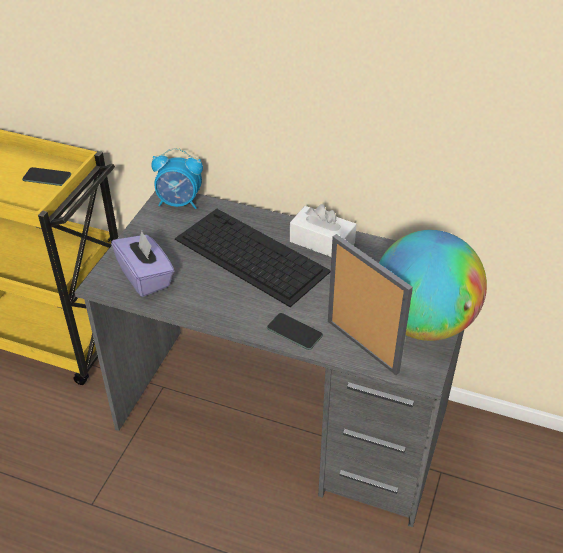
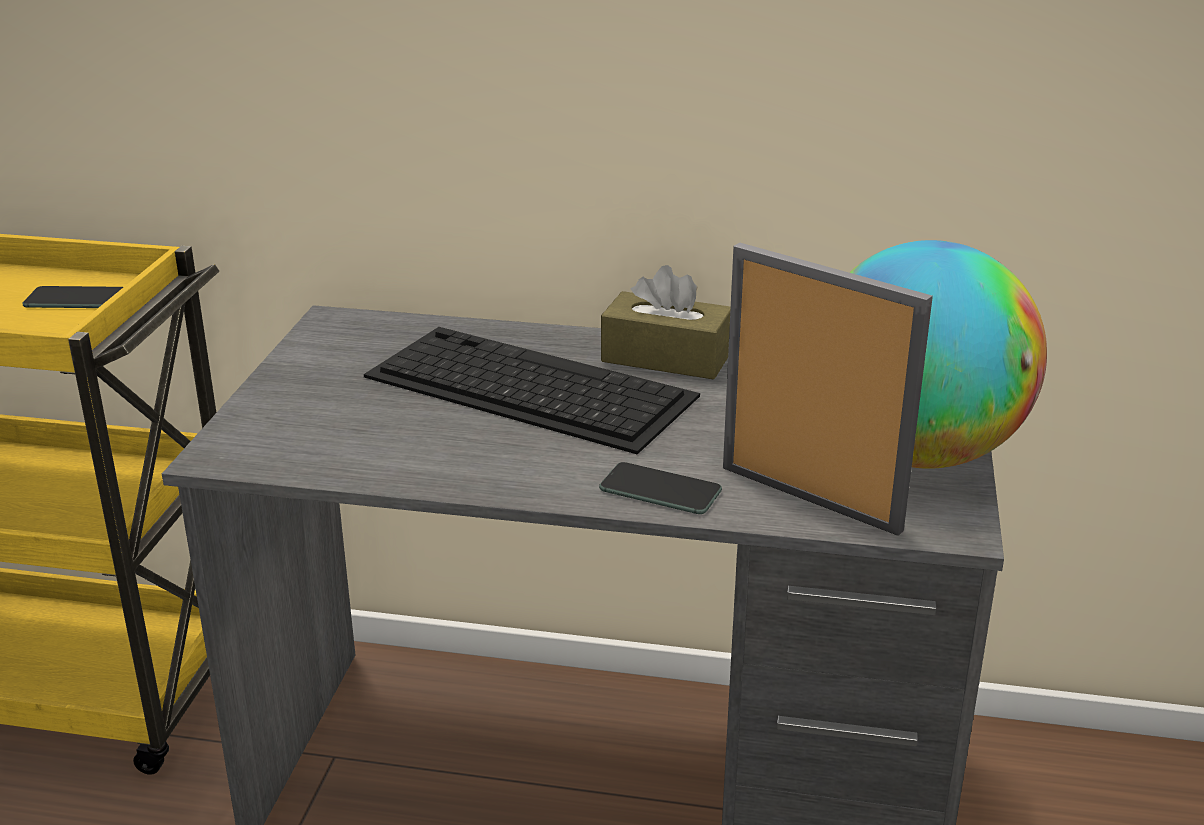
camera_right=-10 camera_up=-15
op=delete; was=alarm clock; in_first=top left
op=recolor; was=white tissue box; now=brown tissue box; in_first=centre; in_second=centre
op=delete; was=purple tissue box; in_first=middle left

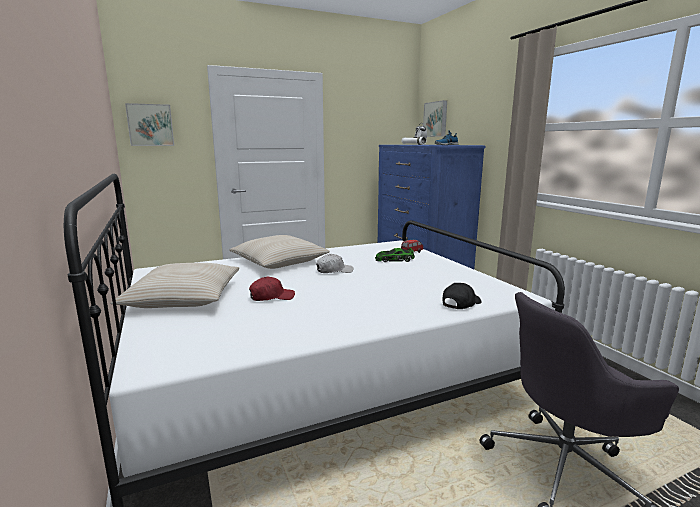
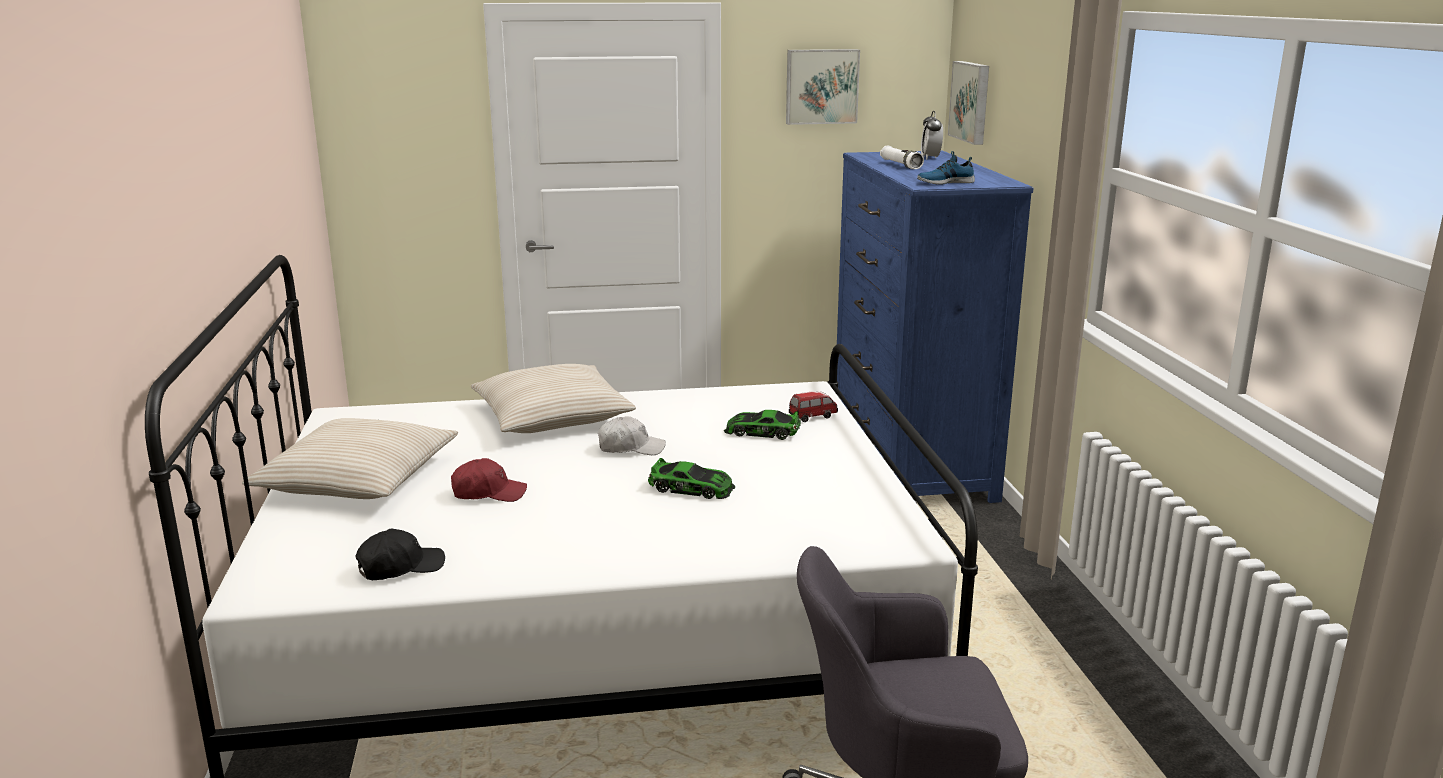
camera_right=15 camera_up=5
op=move; was=picture (1st from left); in_first=top left; in_second=top centre
op=move; was=black cap; in_first=centre; in_second=bottom left
op=insert; now=toy car (1st from left); in_second=centre

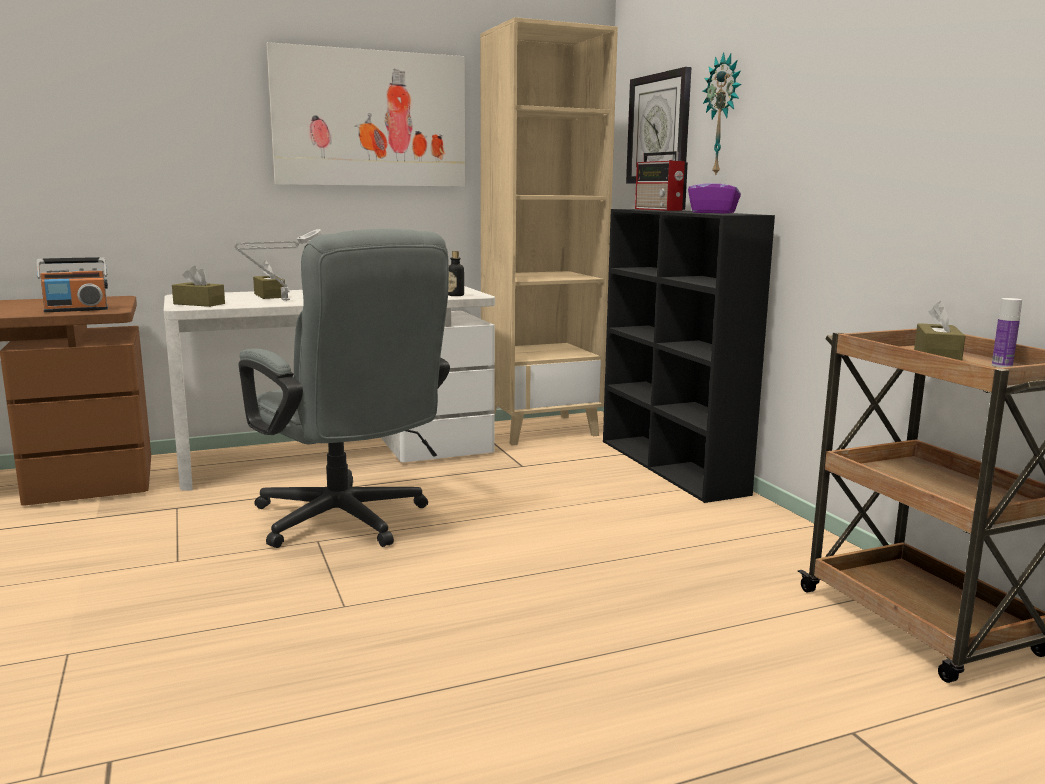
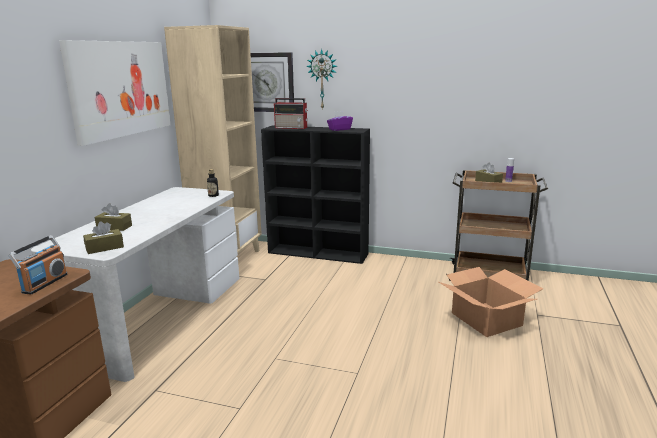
camera_right=-50 camera_up=5
op=delete; was=grey table lamp; in_first=middle left
op=delete; was=grey office chair; in_first=middle left
op=insert; now=cardboard box; in_second=bottom right

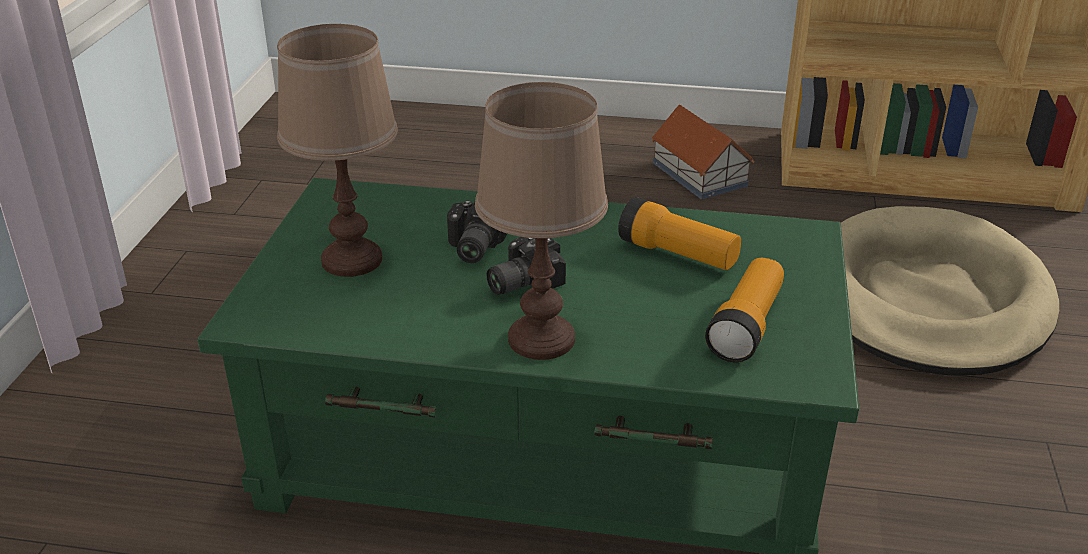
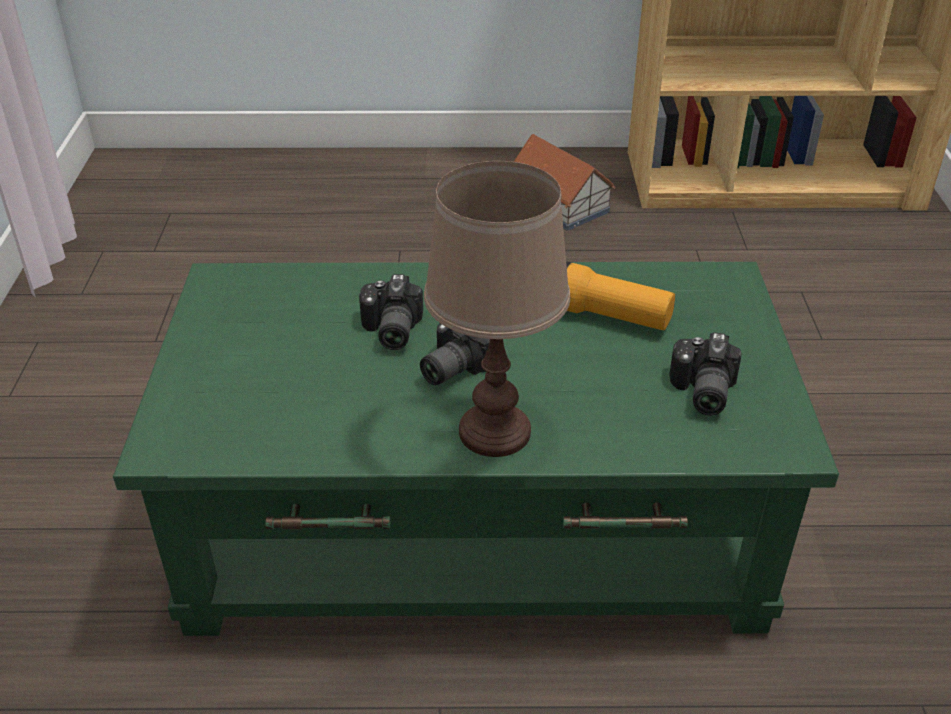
camera_right=-10 camera_up=5
op=delete; was=brown table lamp (1st from left); in_first=top left
op=delete; was=beige dog bed; in_first=middle right
op=replace; was=flashlight (2nd from left); now=photo camera (3rd from left); in_first=middle right; in_second=middle right

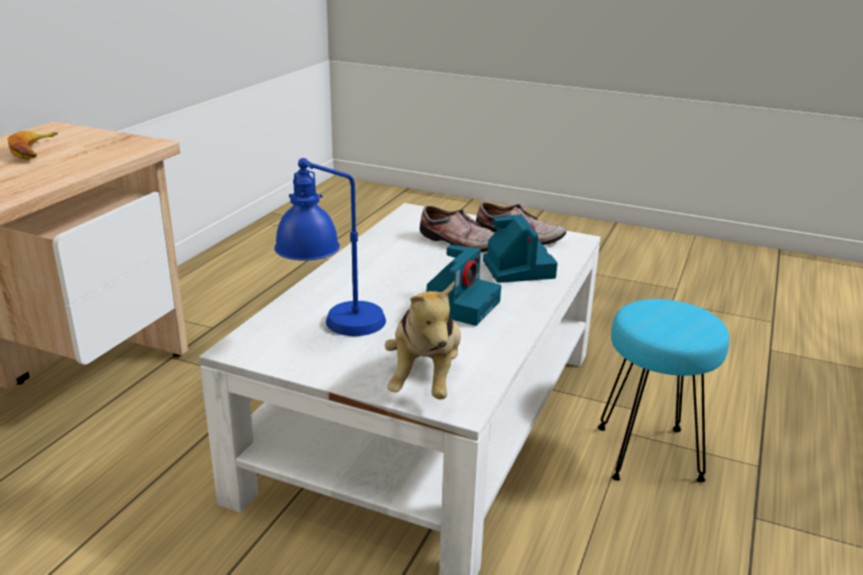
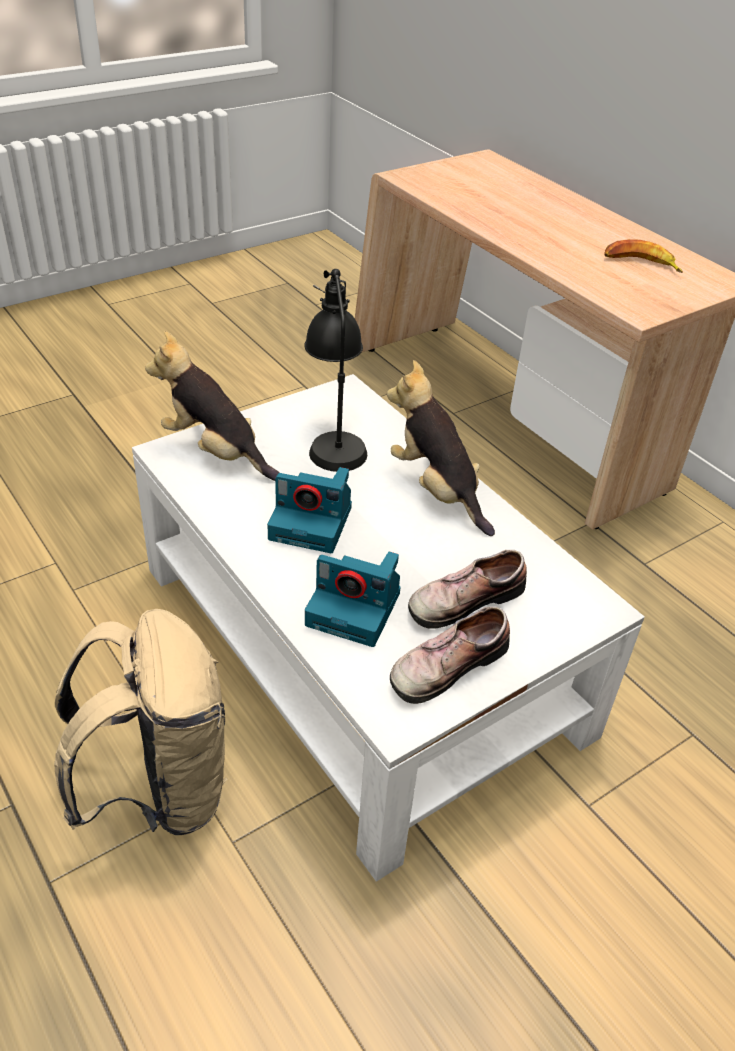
camera_right=120 camera_up=15
op=recolor; was=blue table lamp; now=black table lamp; in_first=centre; in_second=centre
op=rotate; was=photo camera (1st from left); in_first=centre; in_second=centre; clockwise=-45
op=replace; was=turquoise stool; now=beige backpack; in_first=bottom right; in_second=bottom left
op=insert; now=plush toy (2nd from left); in_second=centre

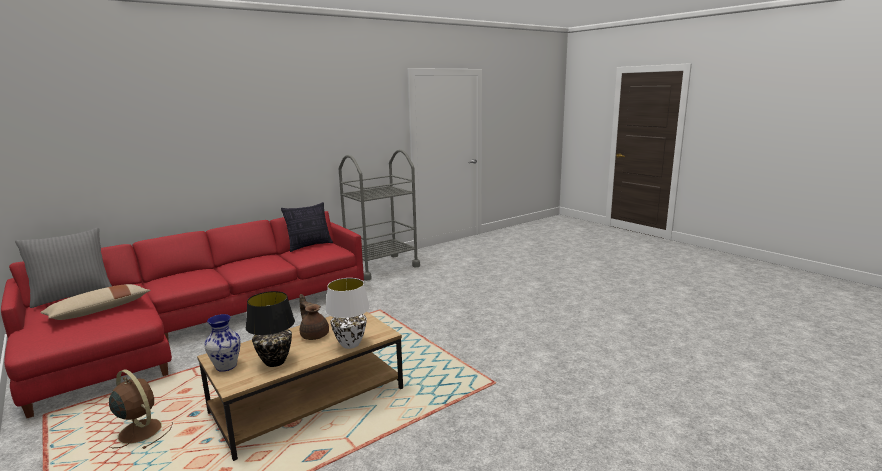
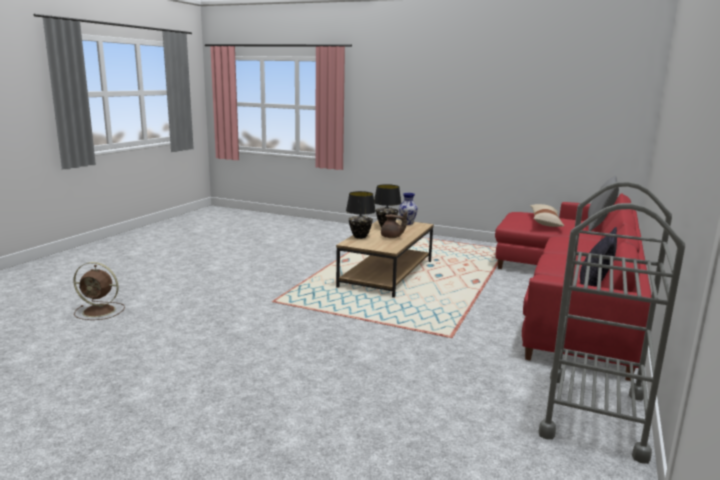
camera_right=150 camera_up=0
op=recolor; was=white table lamp; now=black table lamp (1st from left); in_first=centre; in_second=centre
op=move; was=brown fan; in_first=bottom left; in_second=middle left

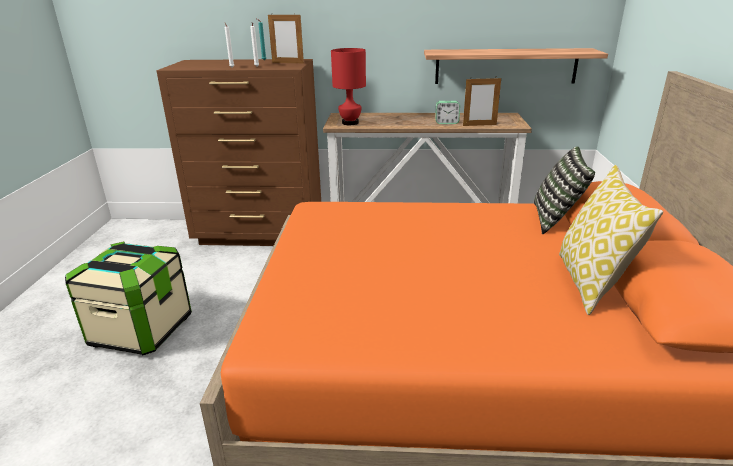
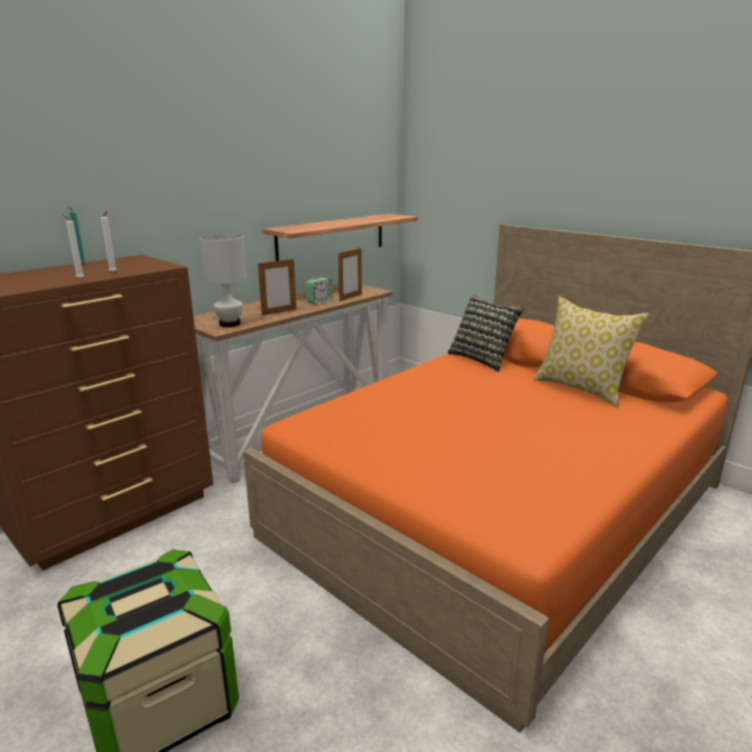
camera_right=-50 camera_up=-5
op=move; was=picture frame (1st from left); in_first=top centre; in_second=centre
op=recolor; was=red table lamp; now=white table lamp; in_first=top centre; in_second=middle left

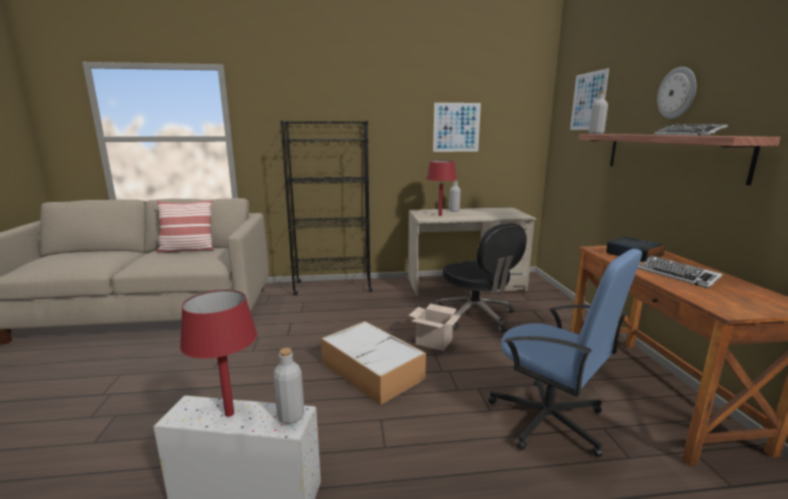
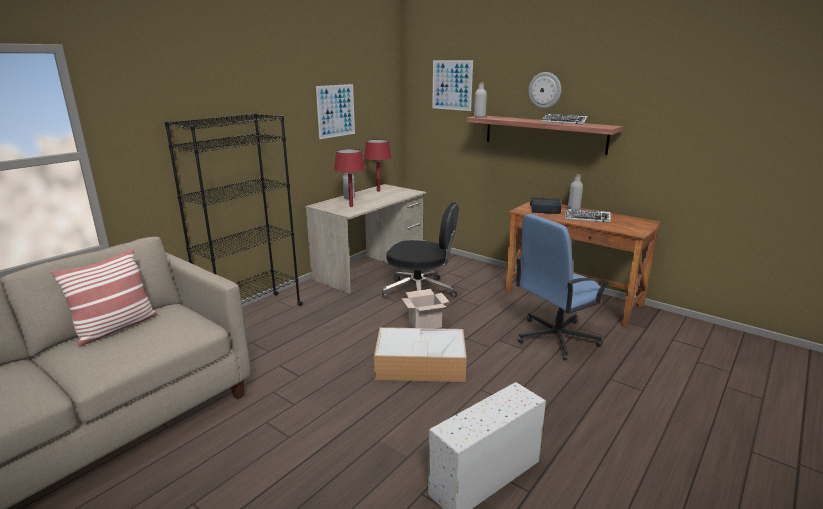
camera_right=-45 camera_up=5
op=rotate; was=blue office chair; in_first=bottom right; in_second=middle right; clockwise=150
op=move; was=red table lamp (1st from left in the first image); now=red table lamp (2nd from left); in_first=bottom left; in_second=top centre
op=move; was=grey bottle (1st from left in the first image); now=grey bottle (3rd from left); in_first=bottom centre; in_second=middle right

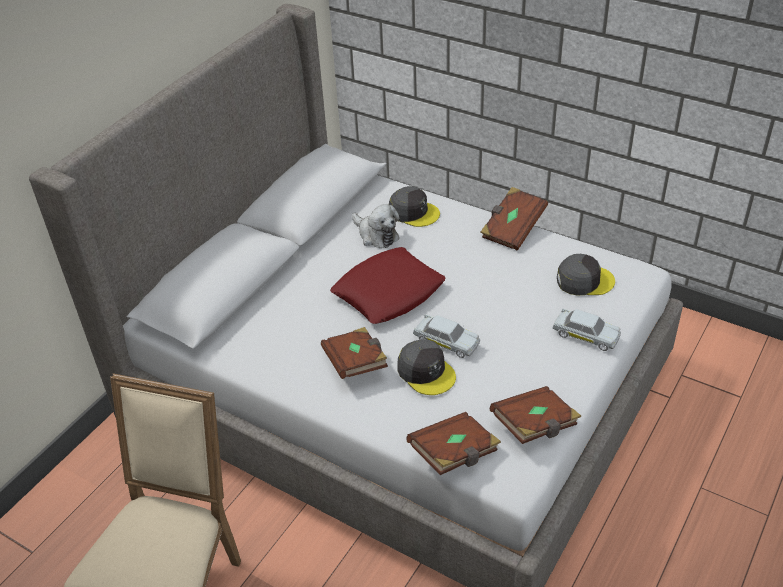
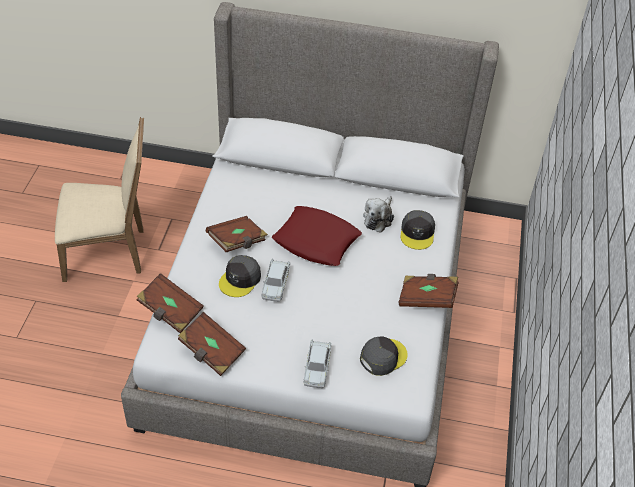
camera_right=65 camera_up=5
op=rotate; was=grey cap (3rd from left in the first image); in_first=middle right; in_second=bottom centre; clockwise=-105

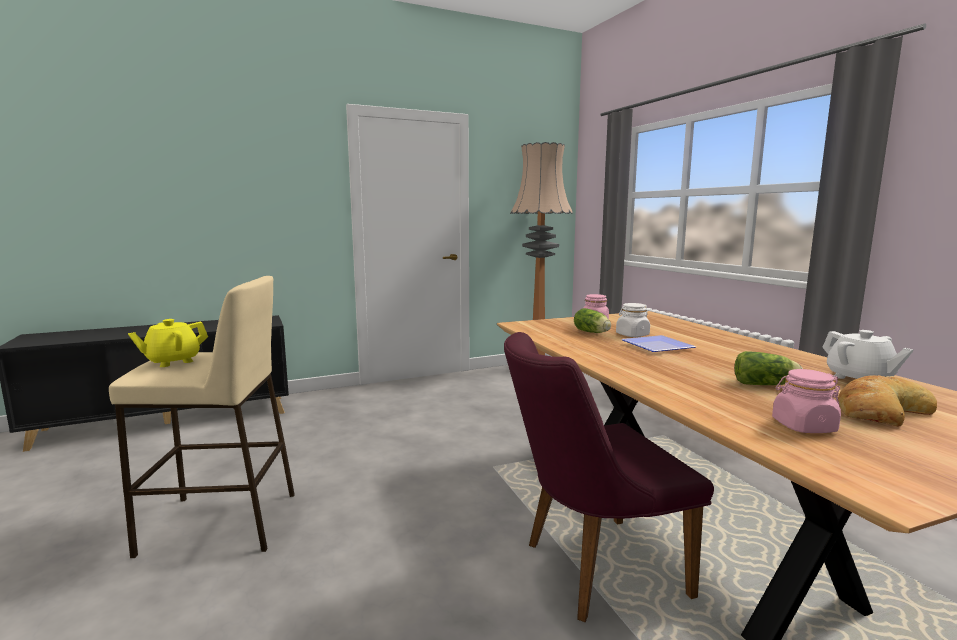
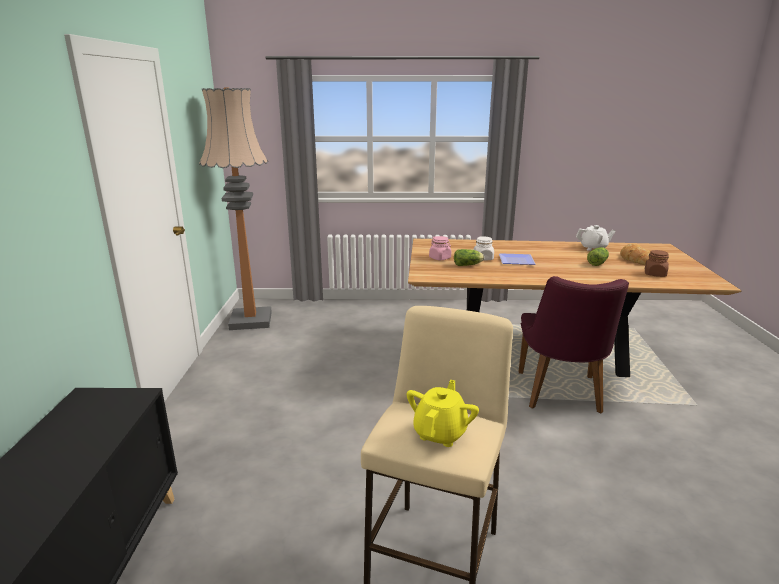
camera_right=-65 camera_up=10
op=rotate; was=yellow teapot; in_first=middle left; in_second=bottom centre; clockwise=-135
op=recolor; was=pink jar (2nd from left); now=brown jar; in_first=middle right; in_second=middle right

